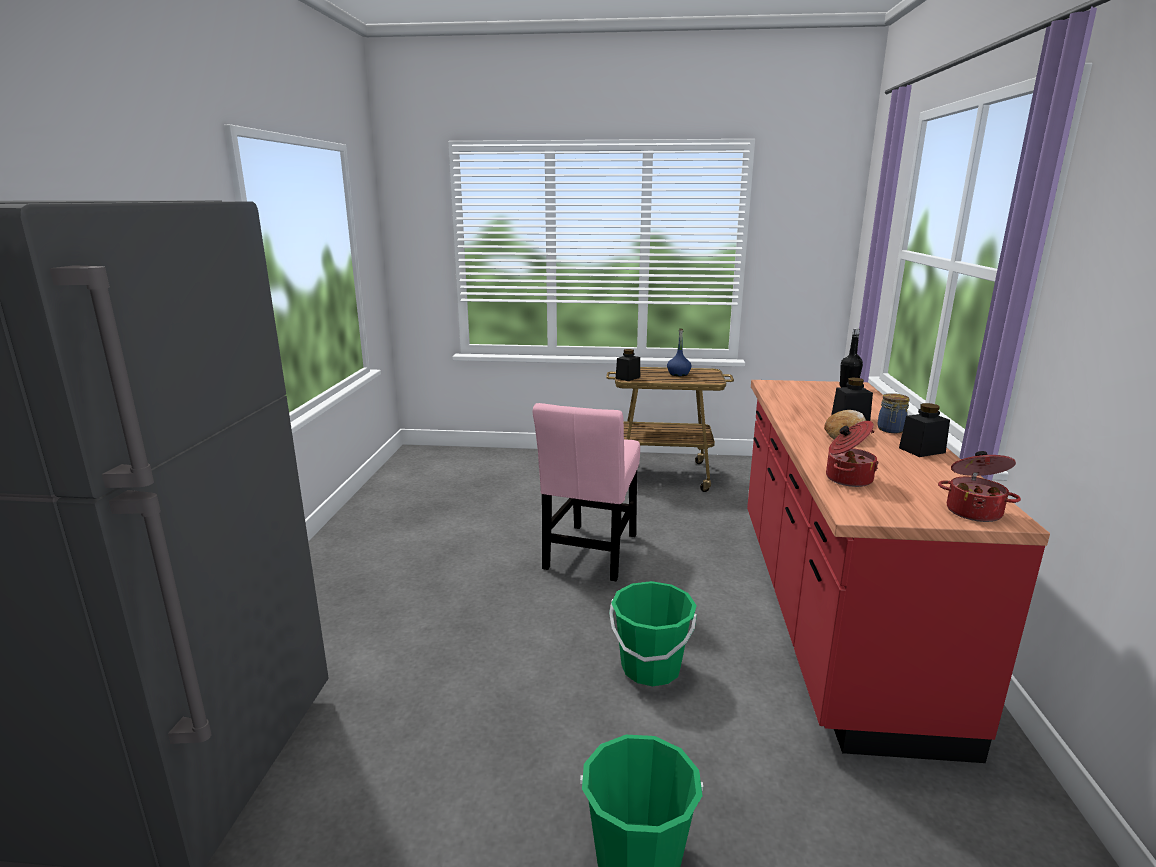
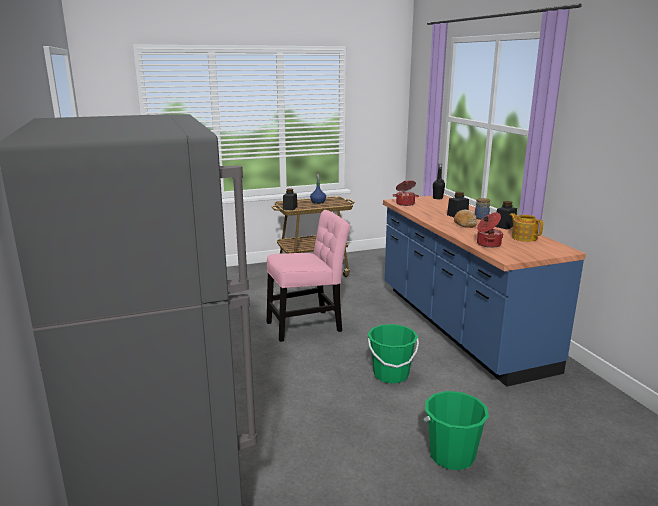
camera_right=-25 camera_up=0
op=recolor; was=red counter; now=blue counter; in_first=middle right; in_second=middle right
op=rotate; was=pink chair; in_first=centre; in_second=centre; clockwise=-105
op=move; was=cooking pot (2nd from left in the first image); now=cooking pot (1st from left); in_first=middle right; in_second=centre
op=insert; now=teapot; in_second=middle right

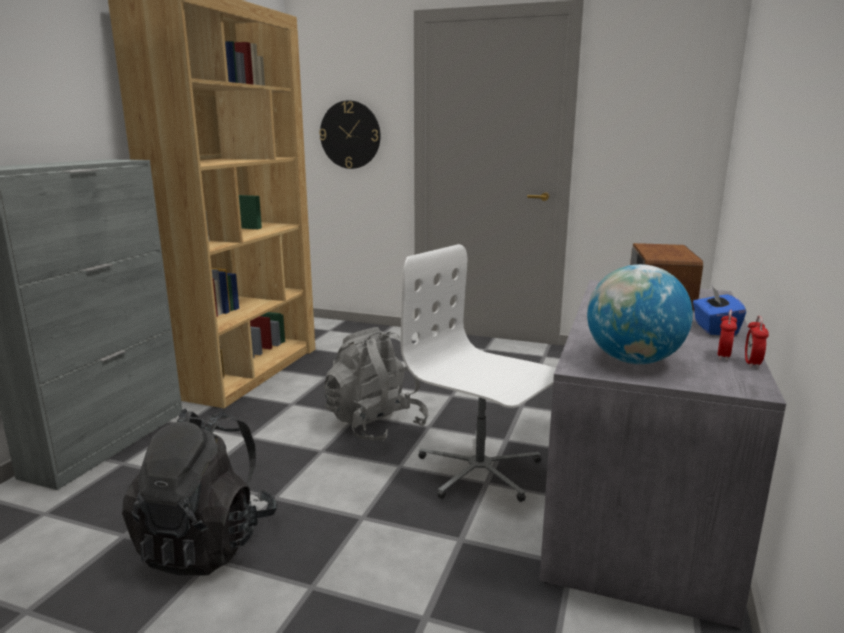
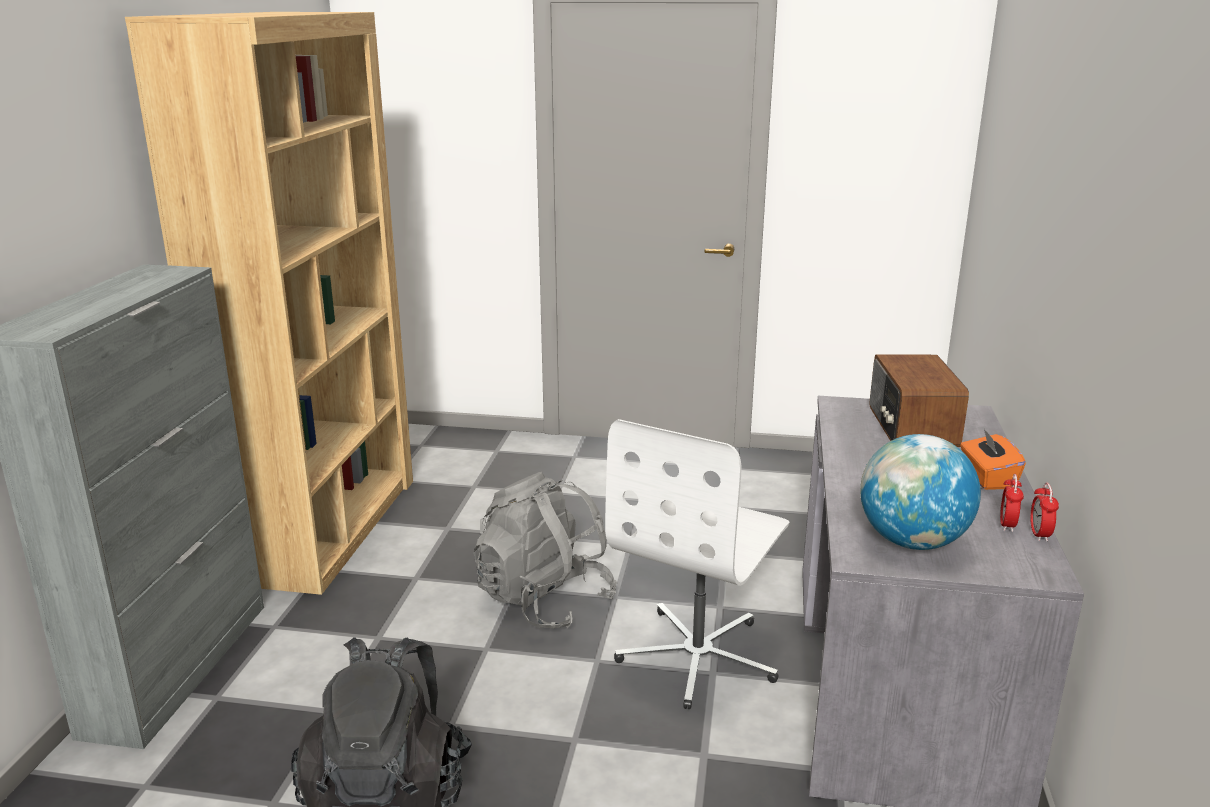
camera_right=-10 camera_up=5
op=delete; was=wall clock; in_first=top centre
op=rotate; was=white office chair; in_first=centre; in_second=bottom centre; clockwise=-90
op=recolor; was=blue tissue box; now=orange tissue box; in_first=middle right; in_second=middle right

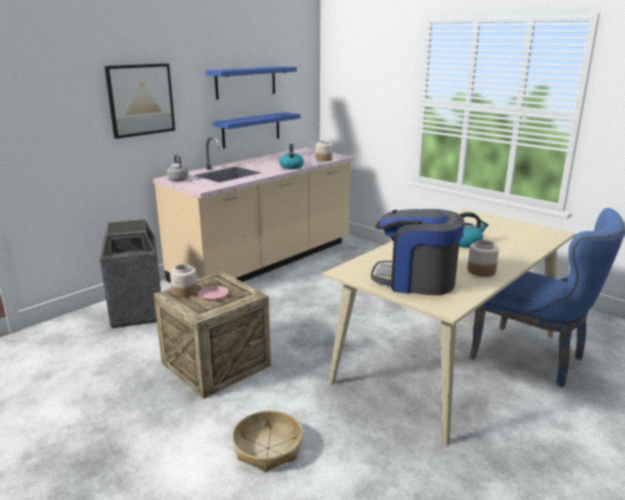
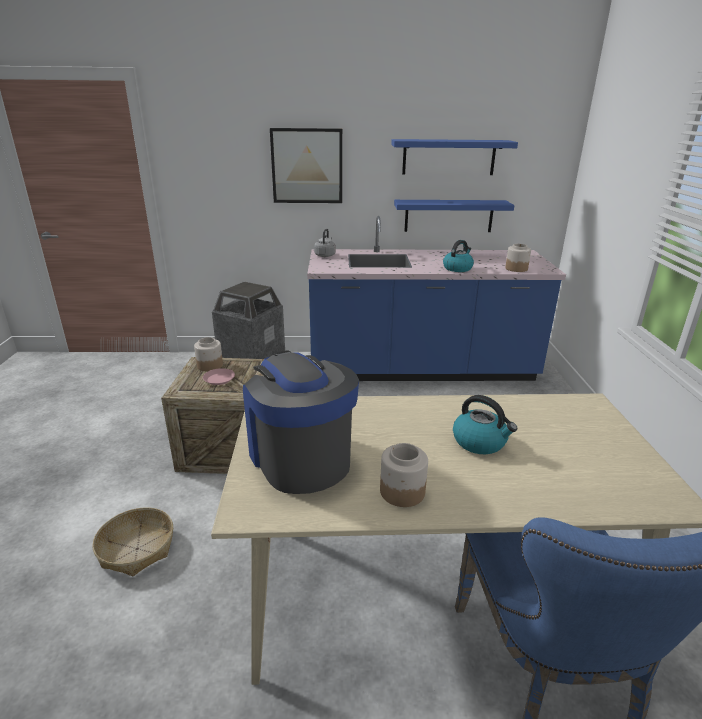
camera_right=45 camera_up=5
op=recolor; was=beige counter; now=blue counter; in_first=centre; in_second=centre

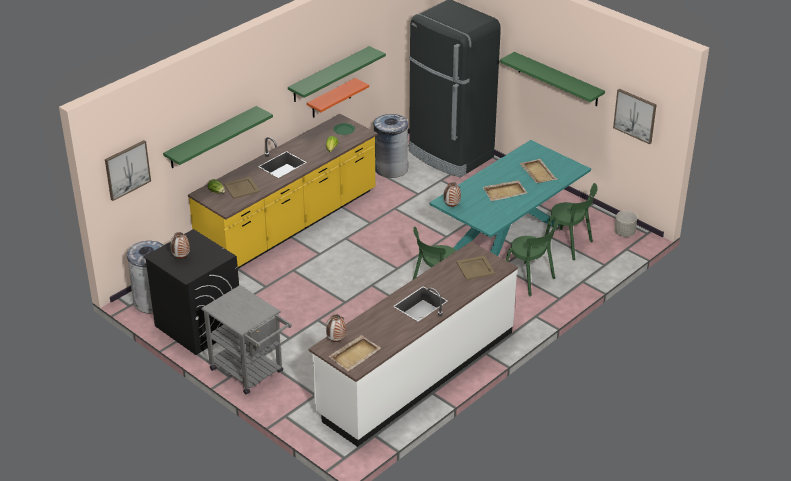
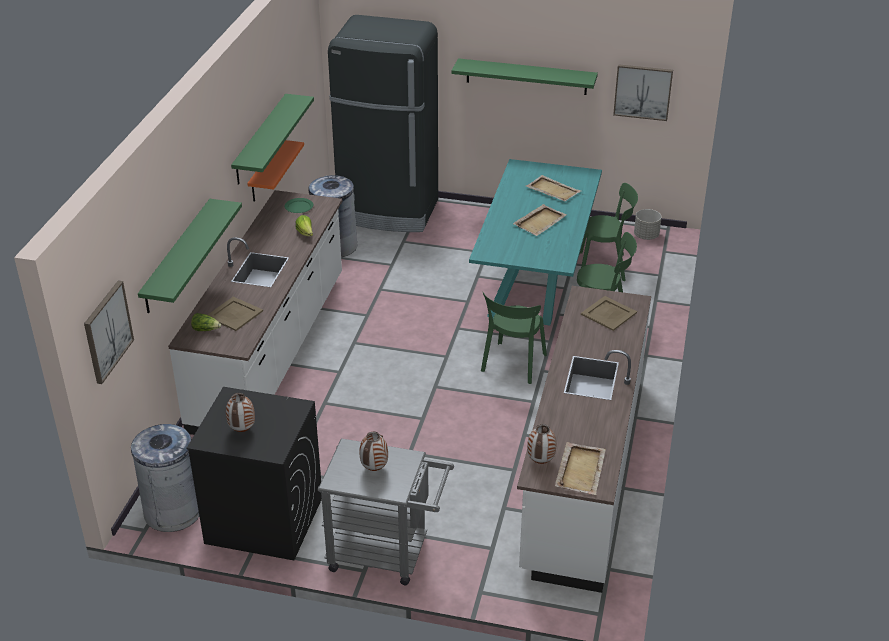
camera_right=-30 camera_up=0
op=recolor; was=yellow counter; now=white counter (1st from left); in_first=centre; in_second=middle left
op=move; was=vase (3rd from left in the first image); now=vase (2nd from left); in_first=centre; in_second=bottom centre

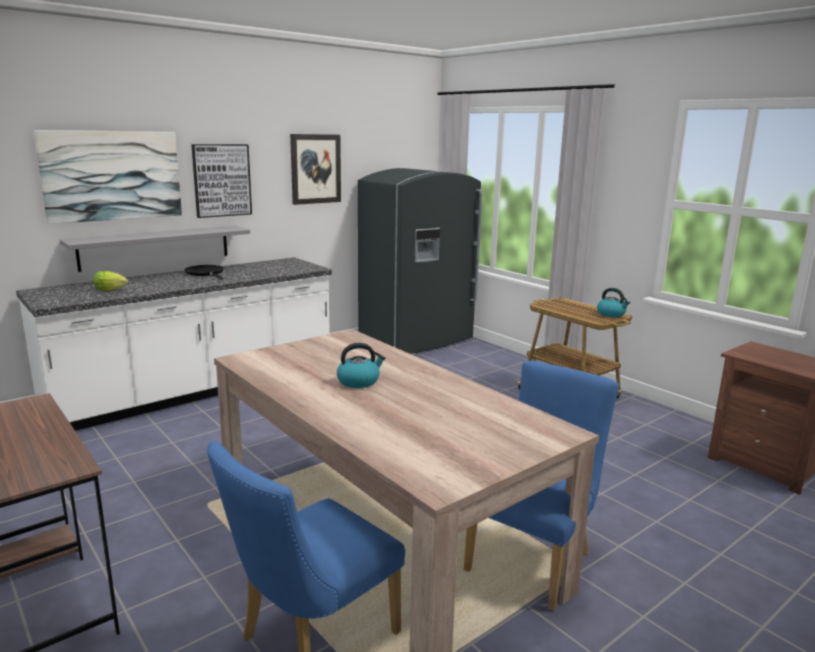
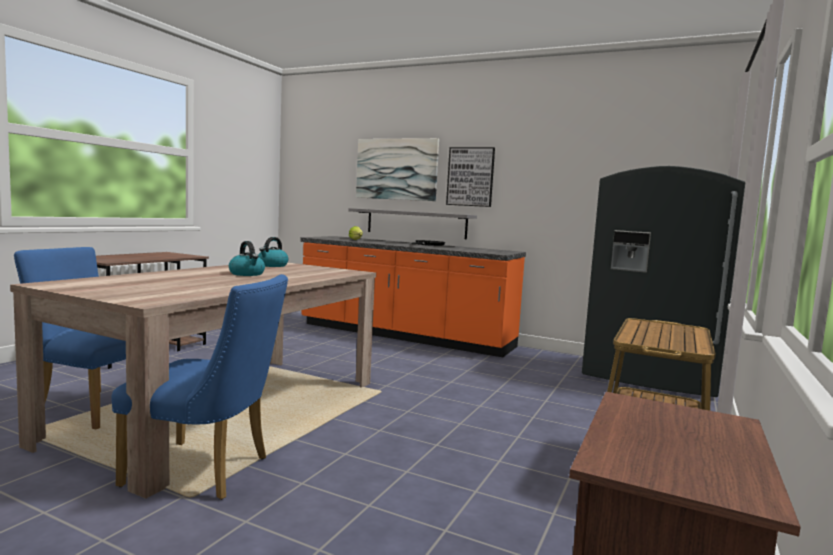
camera_right=65 camera_up=-10
op=delete; was=picture (3rd from left); in_first=top centre
op=recolor; was=white counter; now=orange counter; in_first=middle left; in_second=centre
op=move; was=kettle (2nd from left); in_first=middle right; in_second=middle left

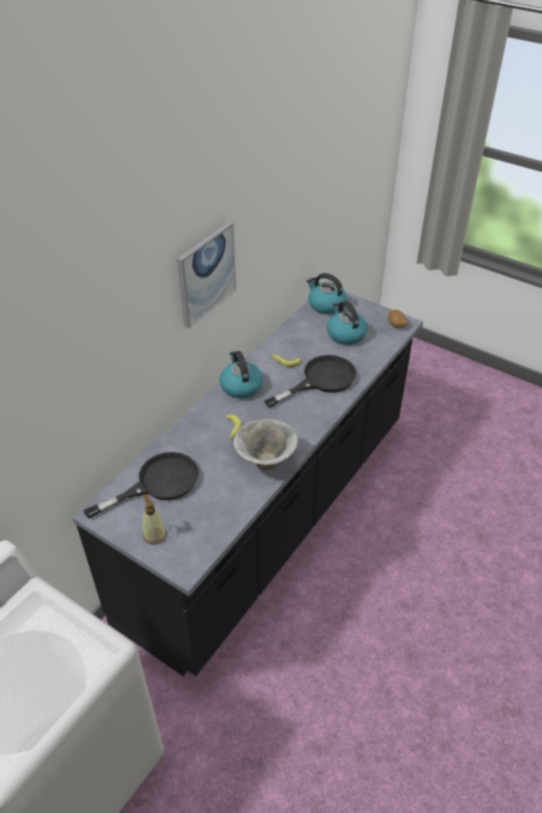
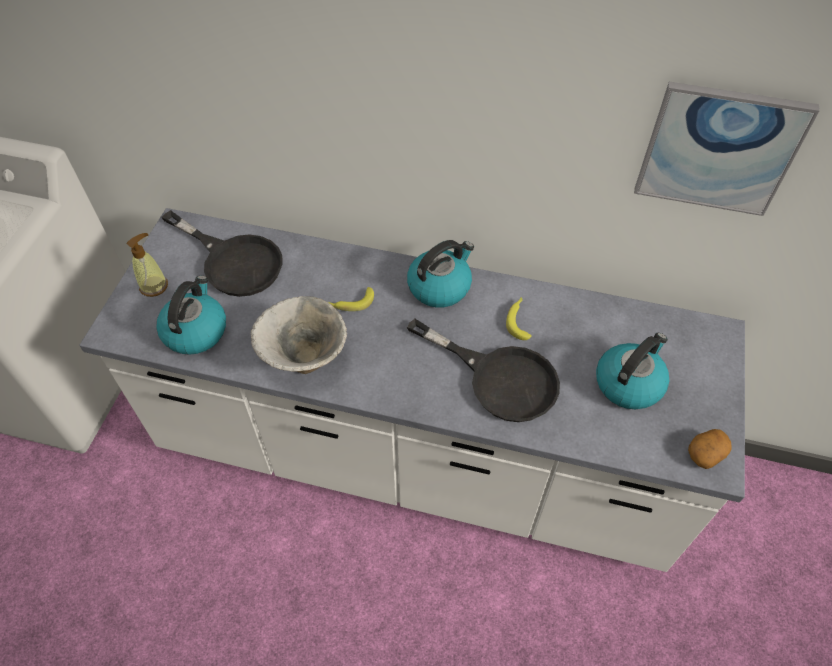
camera_right=70 camera_up=10
op=move; was=picture; in_first=centre; in_second=top right
op=move; was=kettle (2nd from left in the first image); now=kettle (1st from left); in_first=centre; in_second=middle left
op=recolor; was=black counter; now=white counter; in_first=centre; in_second=centre

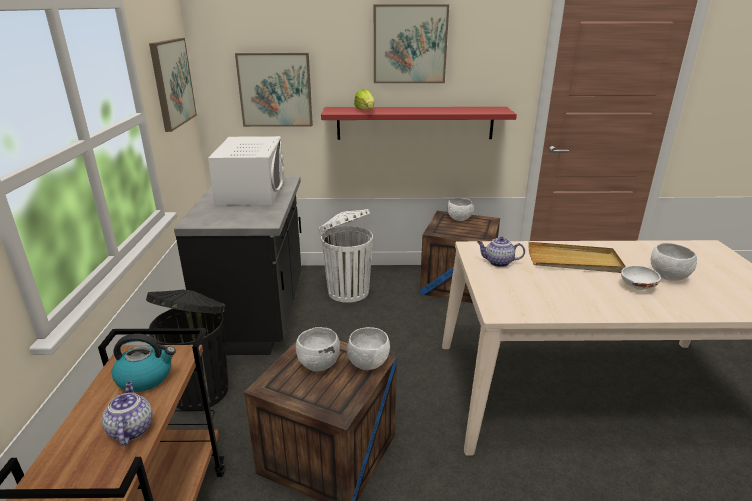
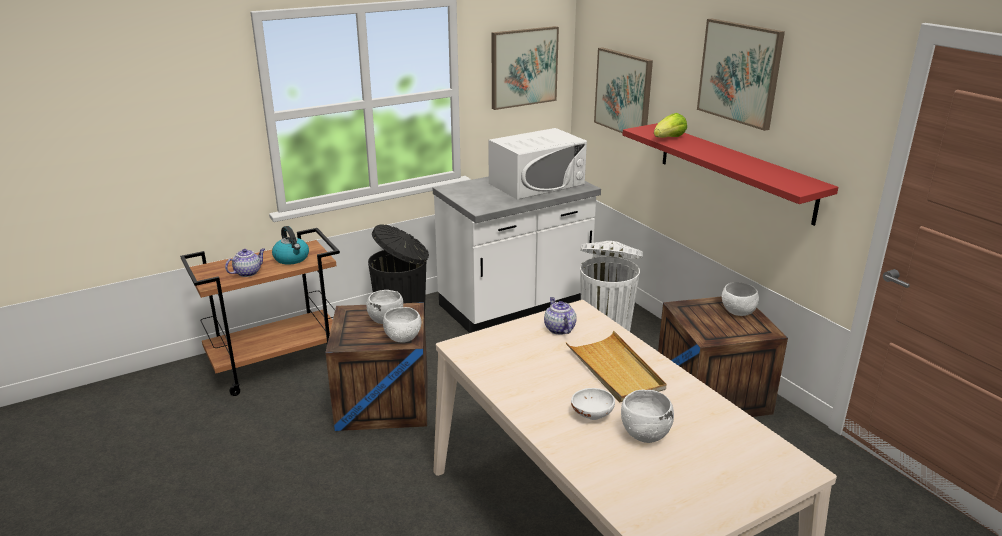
camera_right=60 camera_up=0
op=recolor; was=black counter; now=white counter; in_first=middle left; in_second=centre

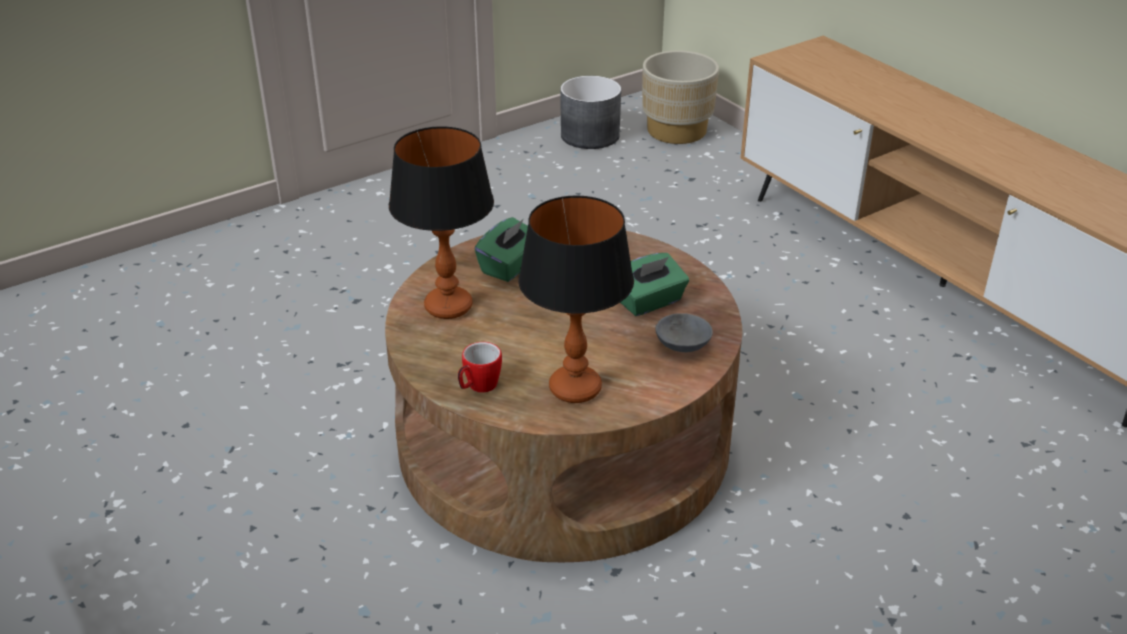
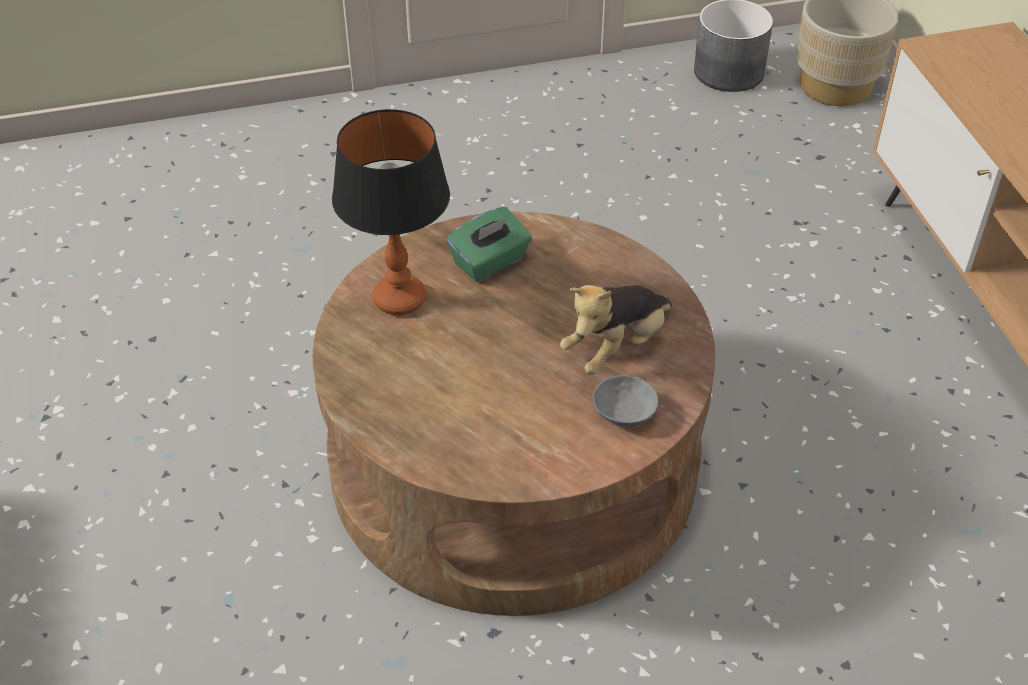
camera_right=20 camera_up=10
op=delete; was=table lamp (2nd from left); in_first=centre
op=replace; was=green tissue box (2nd from left); now=plush toy; in_first=centre; in_second=centre
op=delete; was=mug; in_first=centre

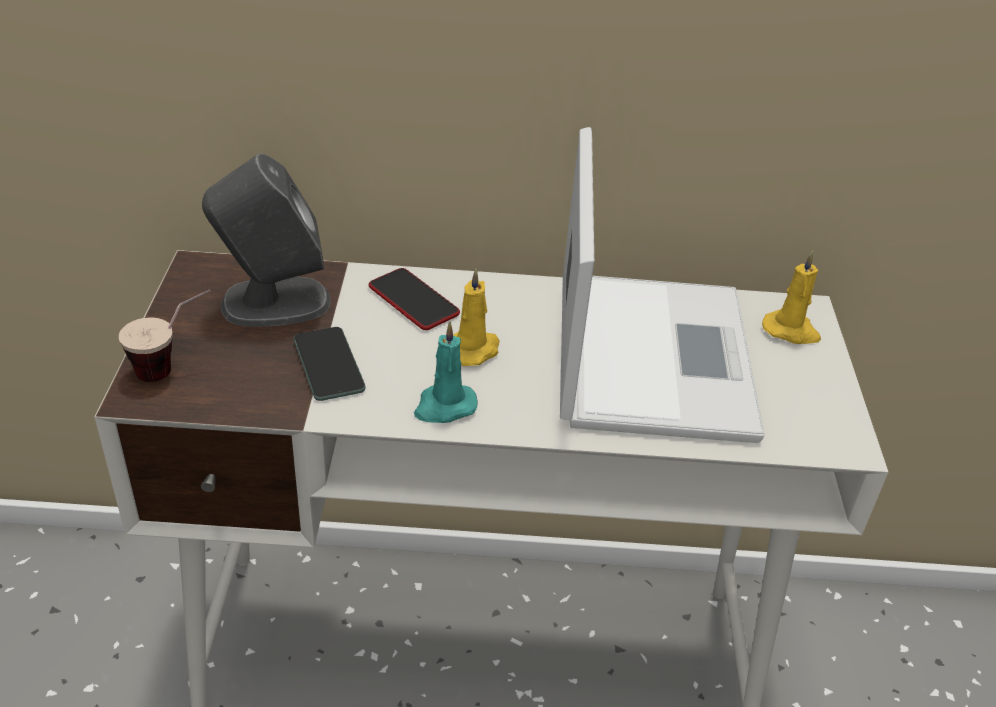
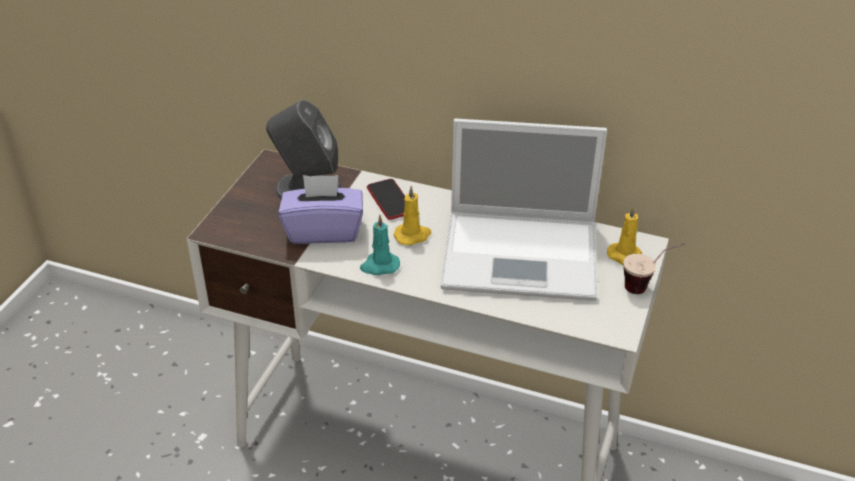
camera_right=20 camera_up=0
op=rotate; was=laptop; in_first=centre; in_second=centre; clockwise=75
op=move; was=cup; in_first=middle left; in_second=middle right
op=replace; was=phone (1st from left); now=purple tissue box; in_first=middle left; in_second=centre

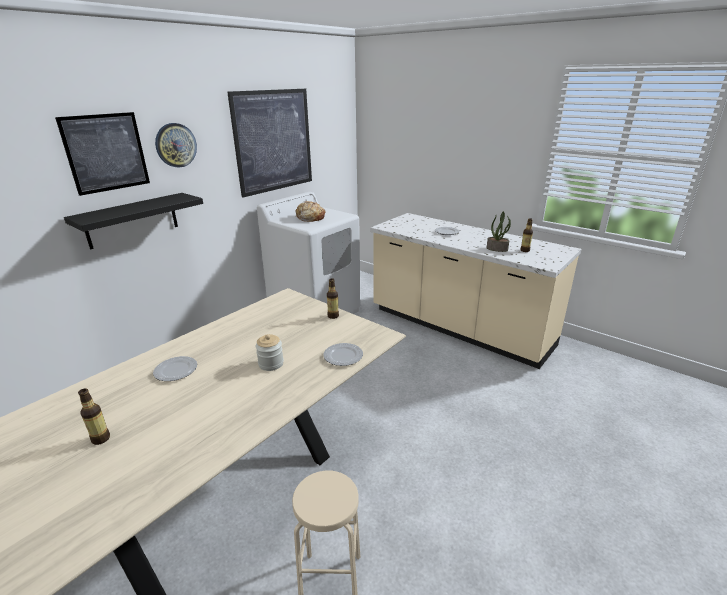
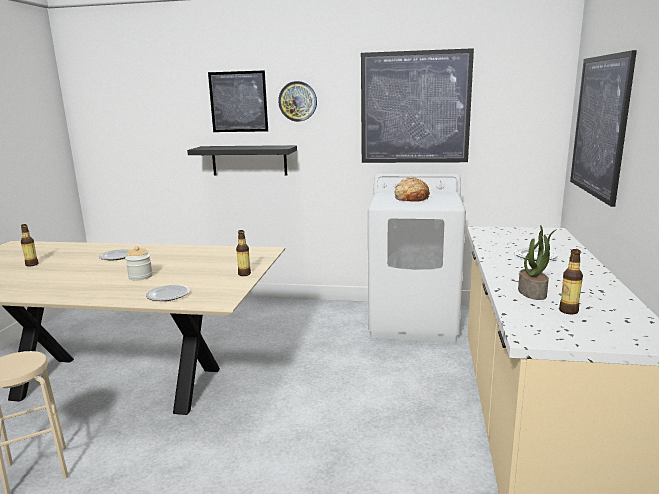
camera_right=60 camera_up=-10
op=insert; now=picture (3rd from left); in_second=top right

